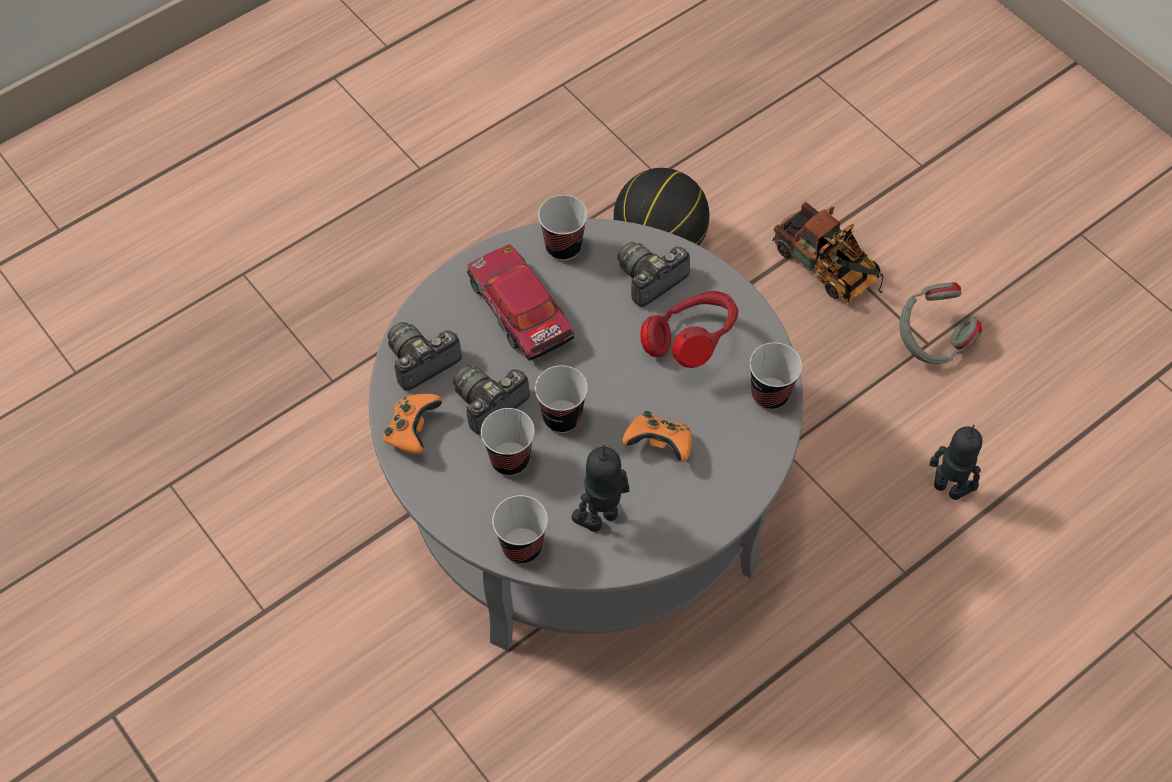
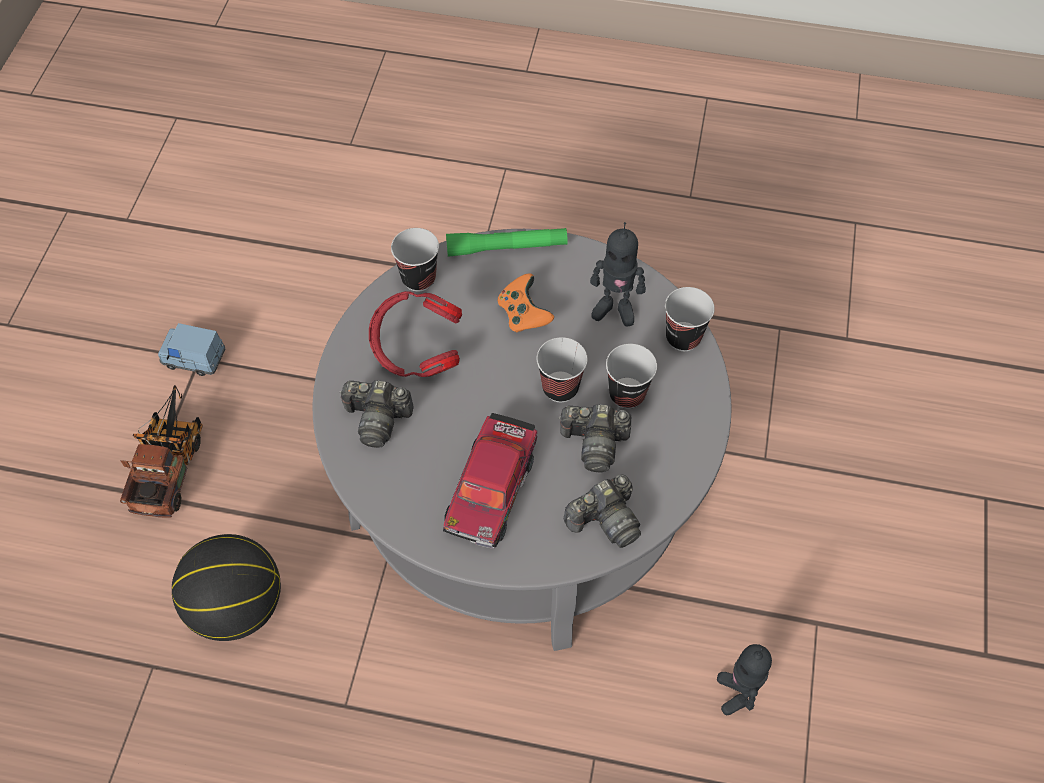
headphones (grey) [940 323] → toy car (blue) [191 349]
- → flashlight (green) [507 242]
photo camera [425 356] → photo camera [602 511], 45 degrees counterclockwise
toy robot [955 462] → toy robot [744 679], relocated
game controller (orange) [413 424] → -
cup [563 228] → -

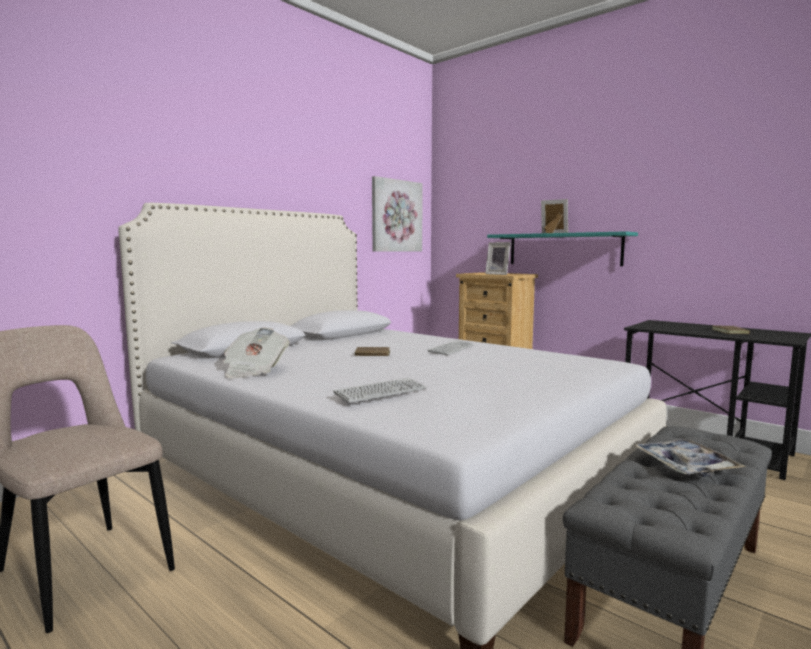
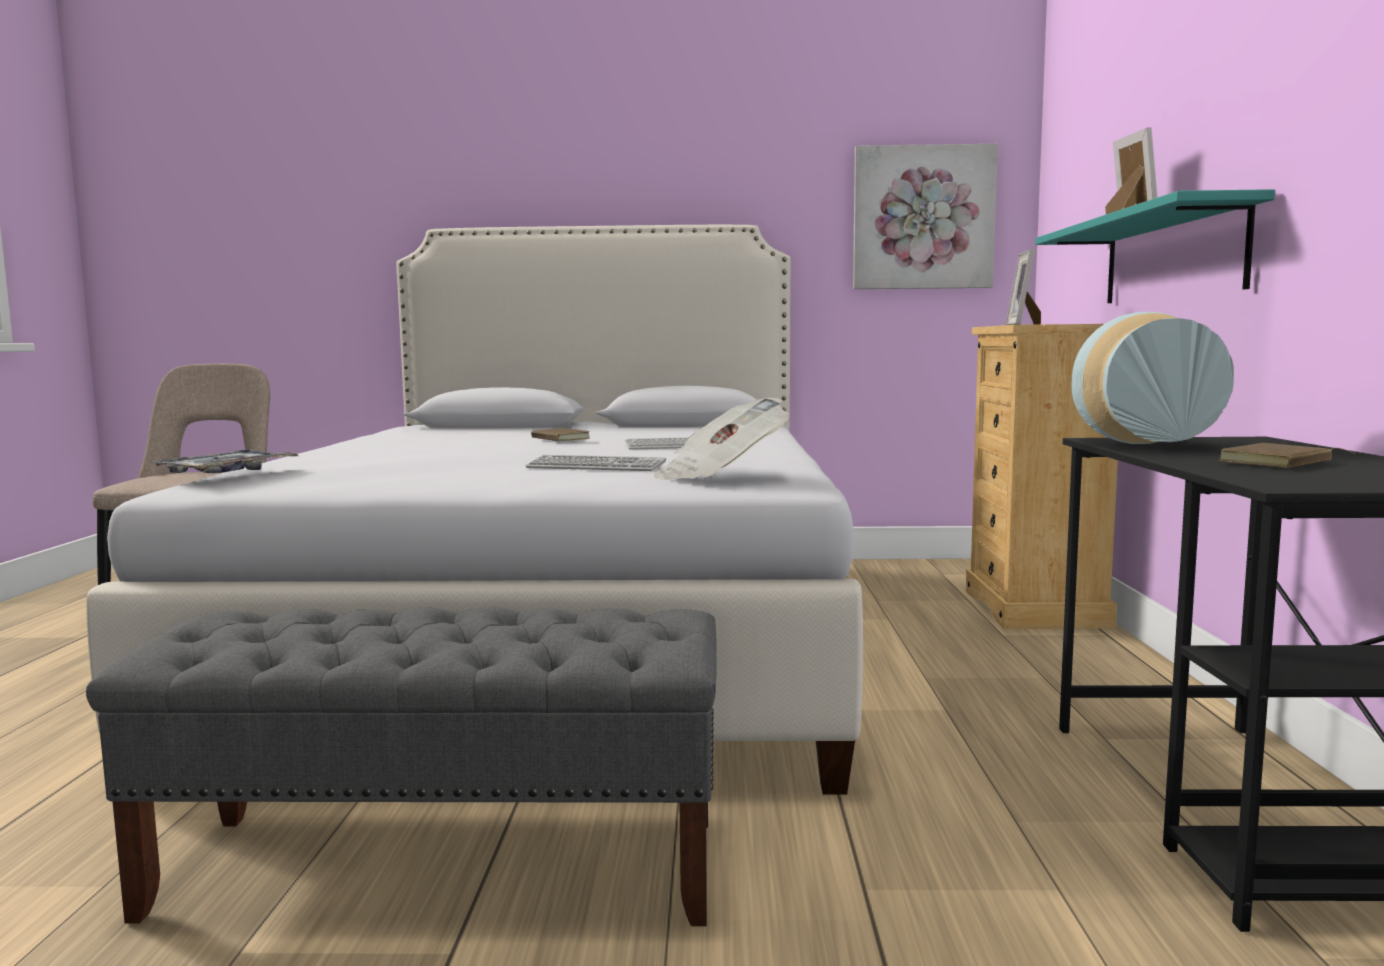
tray [690 458] → tray [225 461], relocated
keyboard [379 390] → keyboard [596 463], relocated
newspaper [256 353] → newspaper [721 438], relocated
- → vase [1152 378]

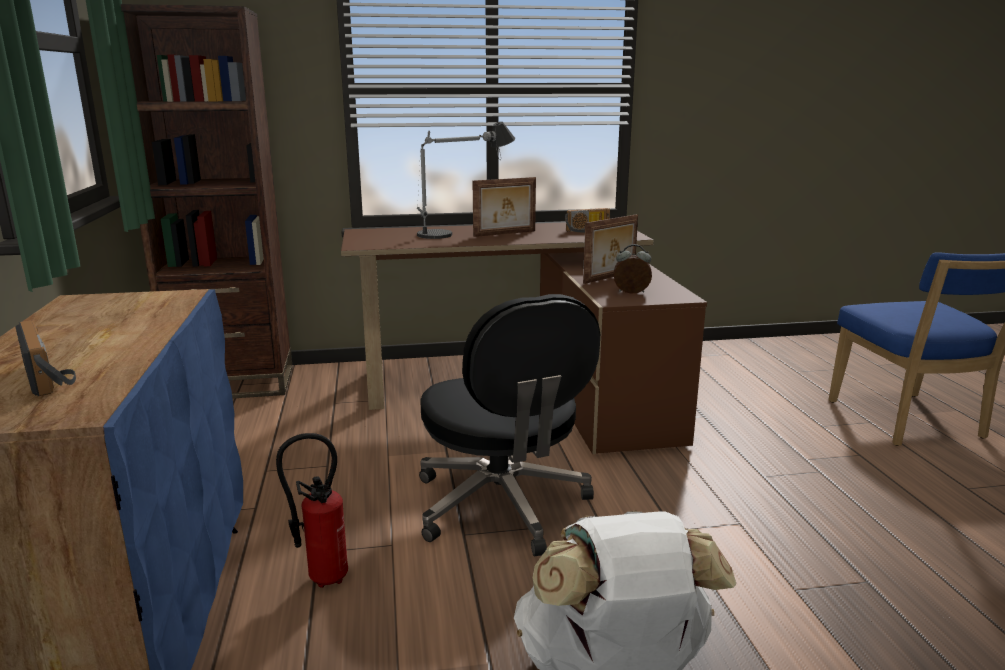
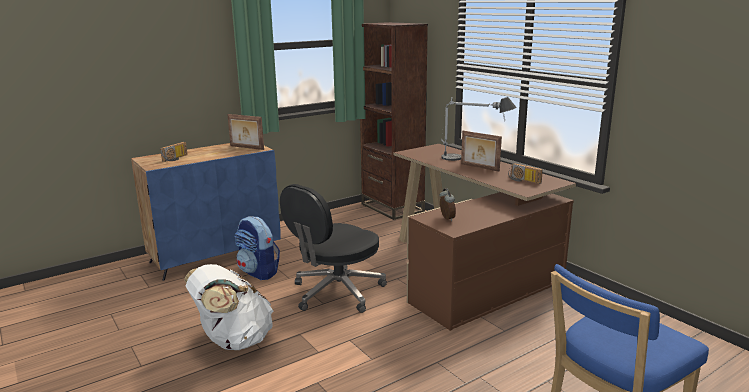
picture frame [610 249] → picture frame [245 132], relocated
fire extinguisher [312 510] → backpack [257 248]

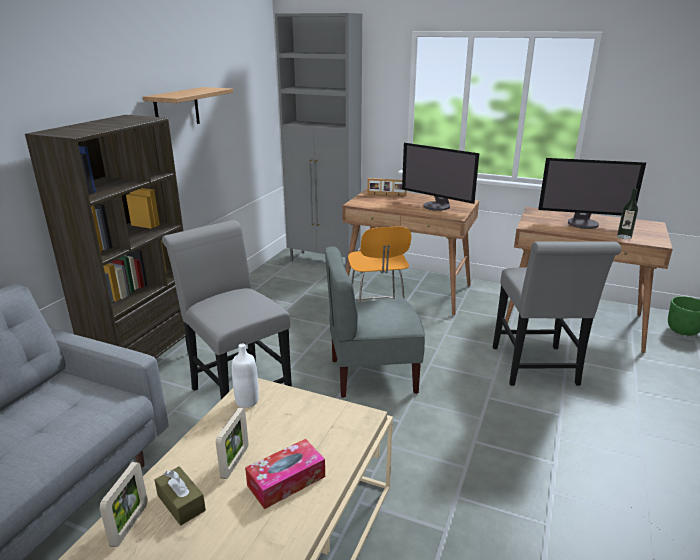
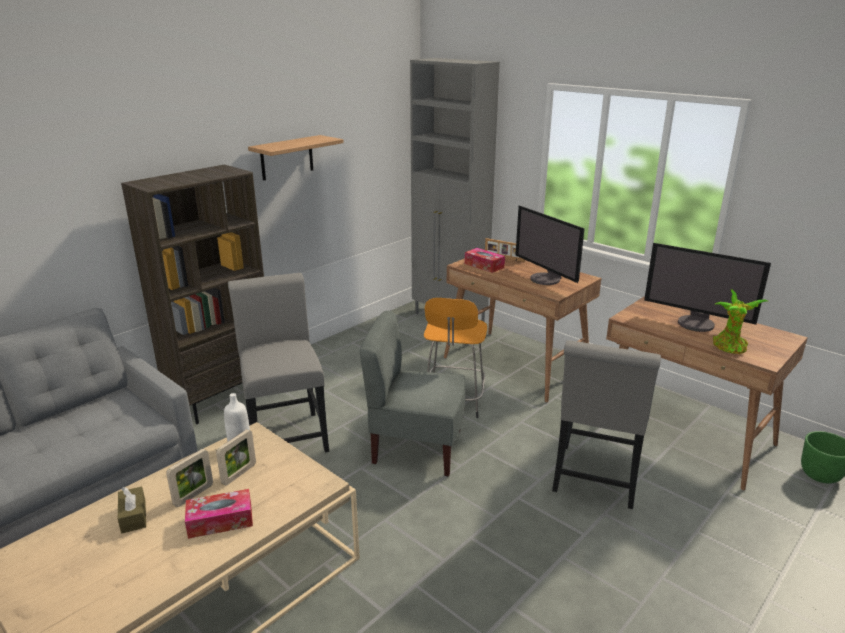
picture frame [123 504] → picture frame [236 457], relocated
- → tissue box [485 260]
bottle [627 213] → potted plant [740 321]

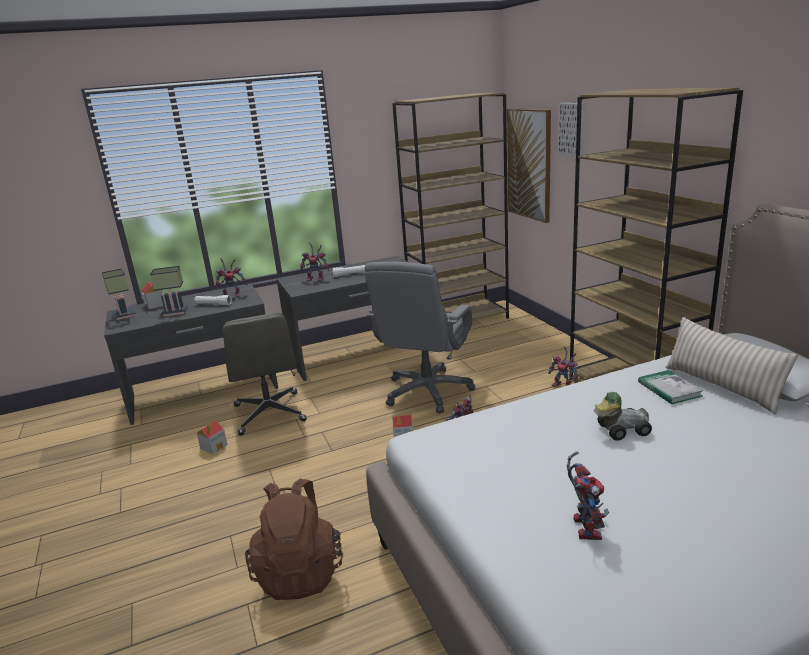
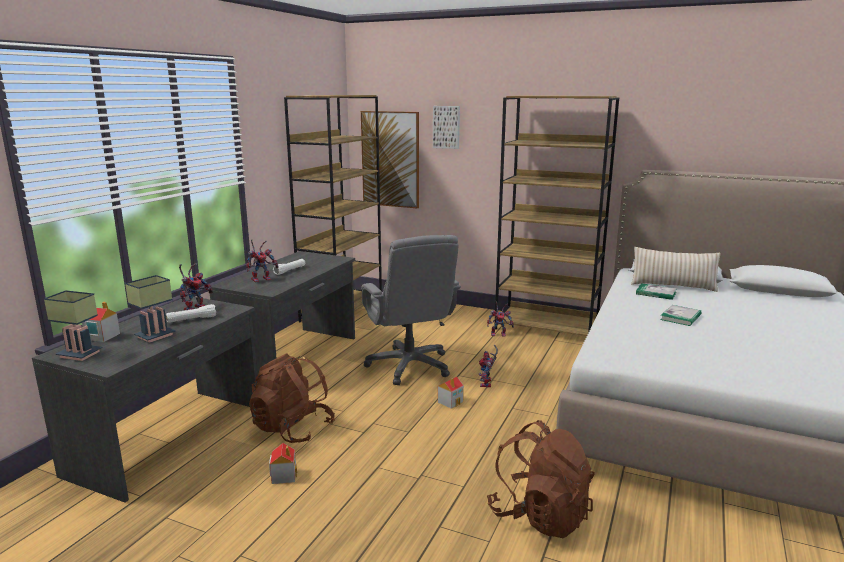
office chair (grey) [265 374] → backpack (brown) [292 398]
toy car [622 416] → book [681 315]
toy robot [588 496] → -

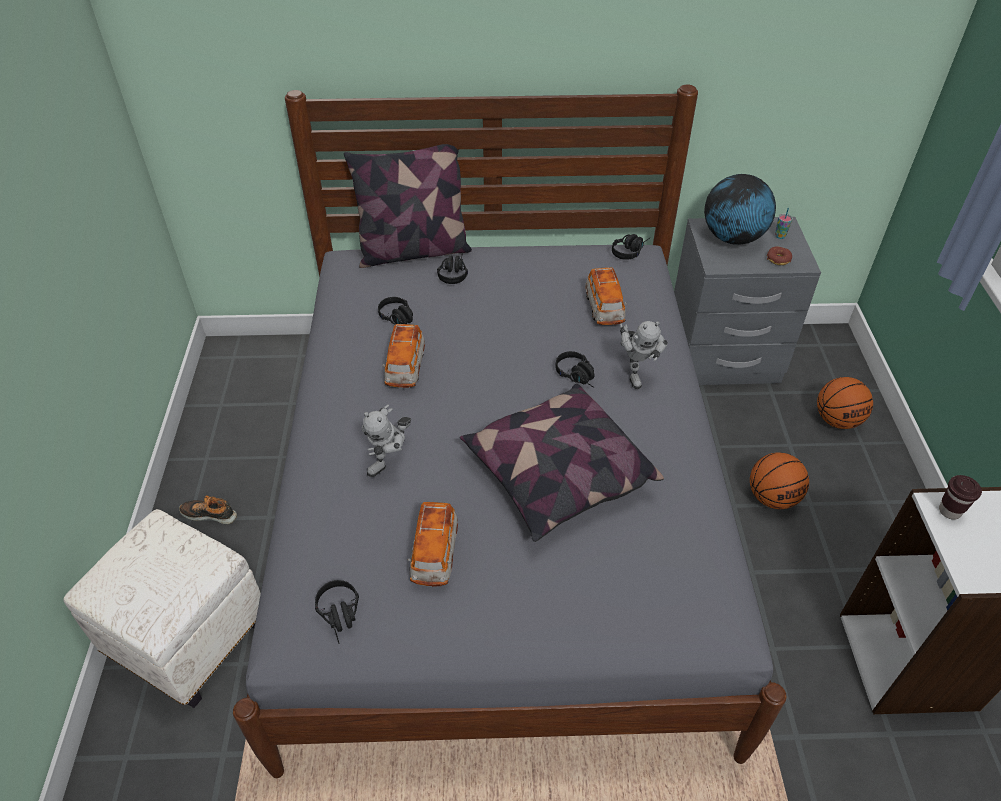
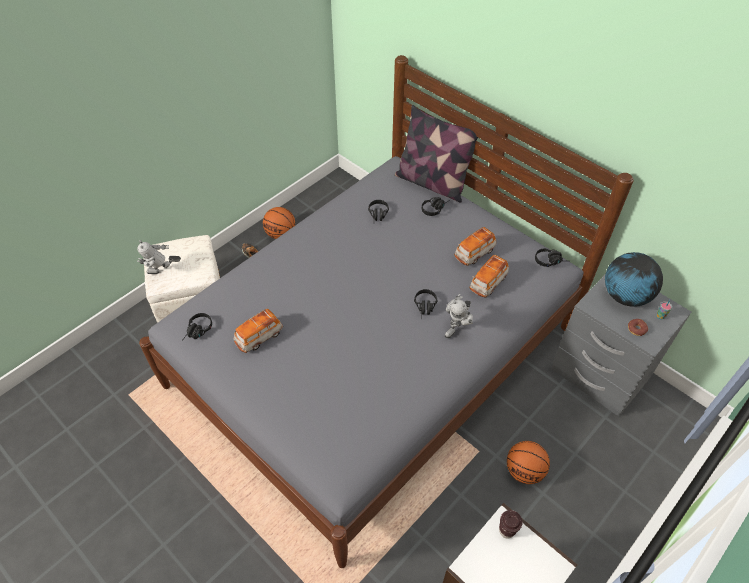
toy robot [386 441] → toy robot [159 257], relocated
basketball [845 403] → basketball [279 223], relocated
toy car [403 356] → toy car [475 246], relocated
pillow [562 463] → -

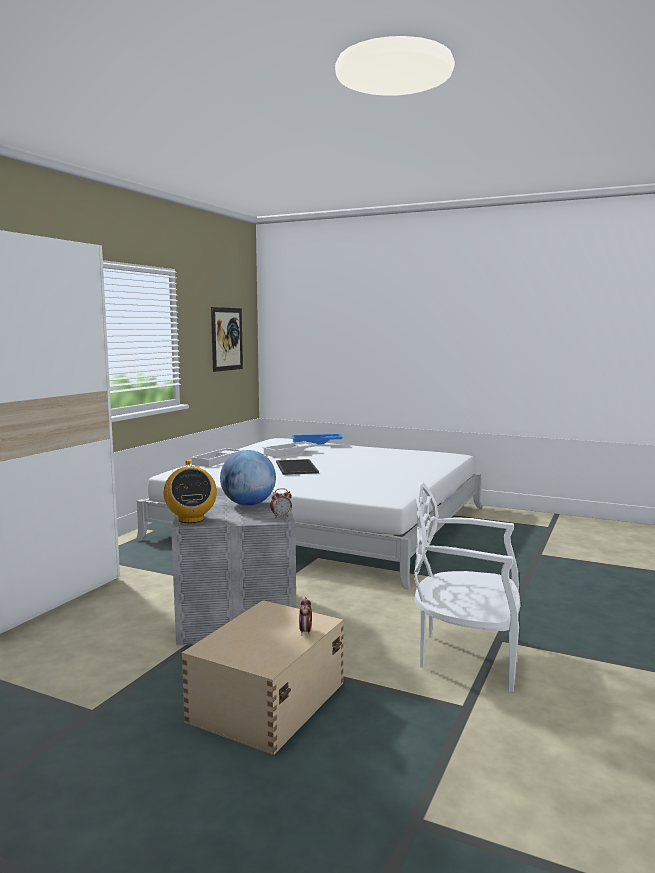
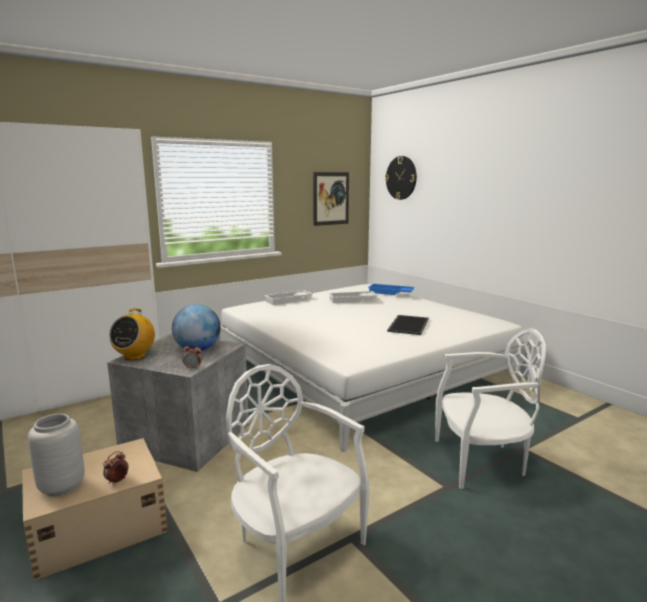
- → vase (grey) [56 455]
- → wall clock [401 178]
tray [297 467] → tray [408 325], relocated
- → chair (white) [490 408]

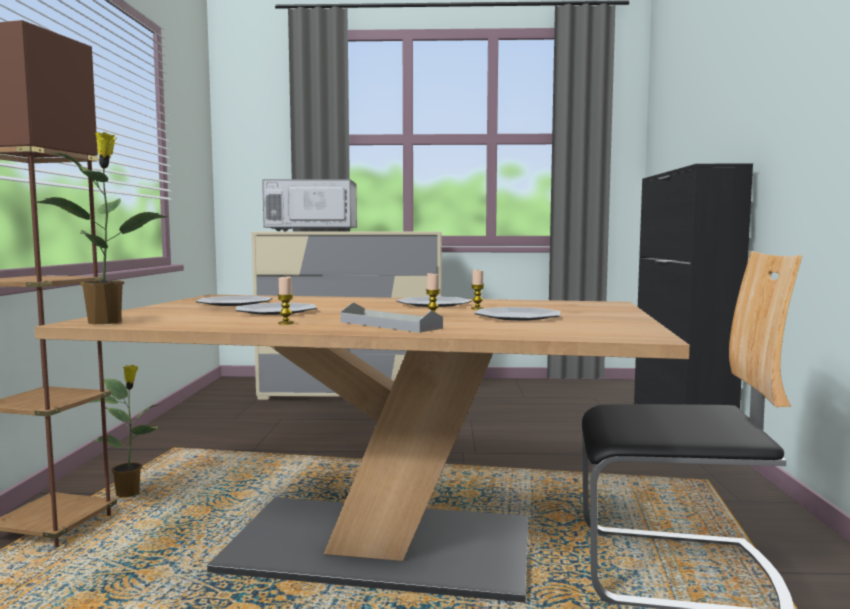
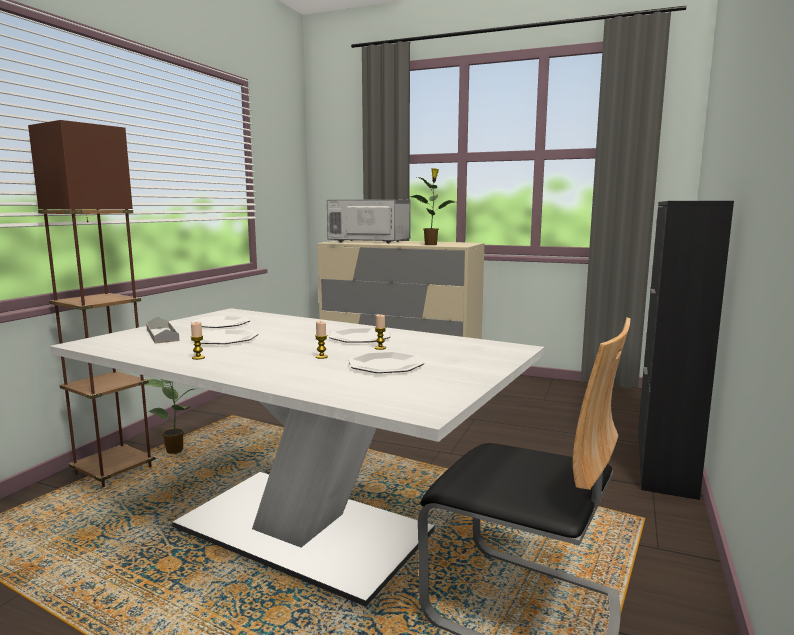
dining table (brown) [362 449] → dining table (white) [297 457]
tray (grey) [392 318] → tray (grey) [163 330], relocated
potted plant [102 228] → potted plant [432 206], relocated

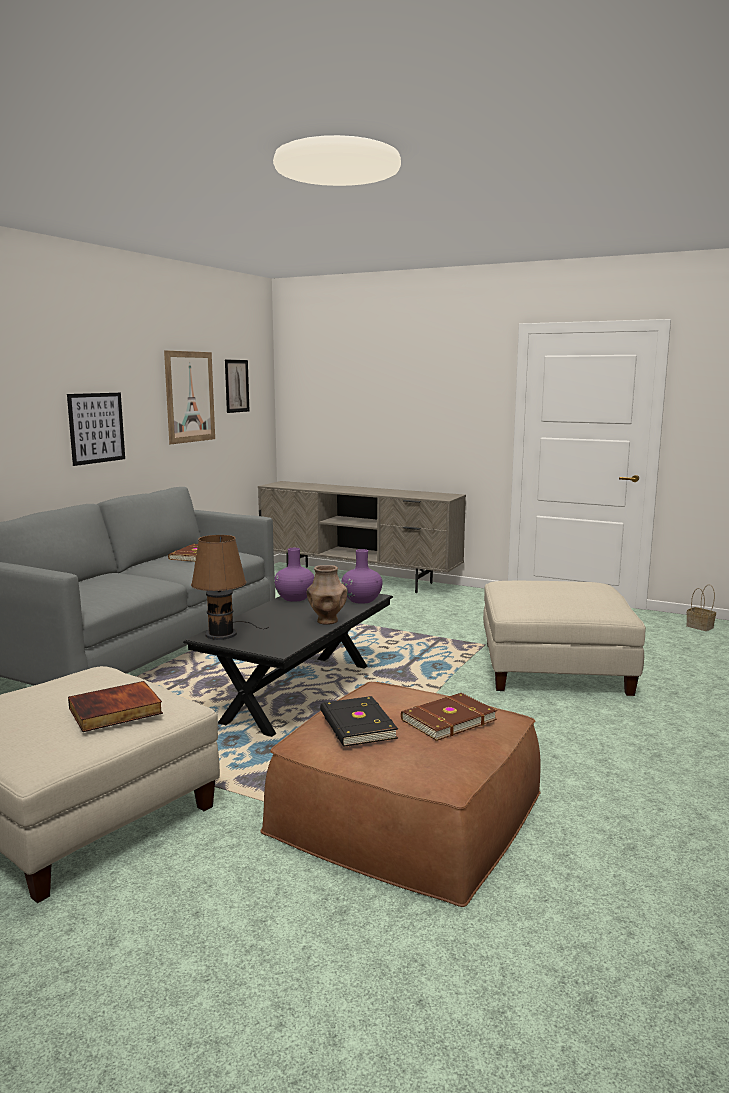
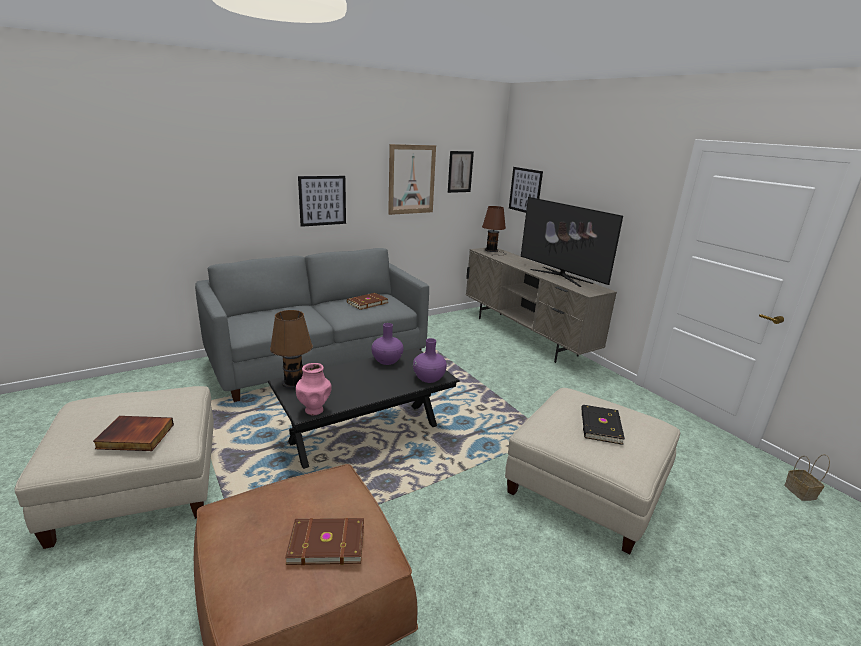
- → vase (pink) [314 389]
- → table lamp (brown) [494 231]
- → picture [526 190]
- → television [572 242]
book (black) [359 721] → book (black) [603 425], relocated
vase (brown) [327 595] → -

